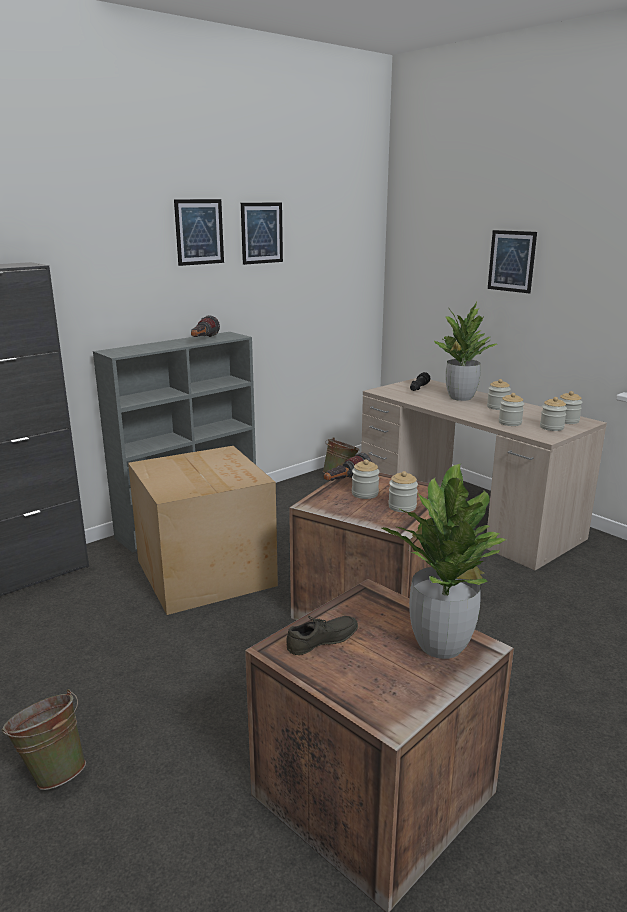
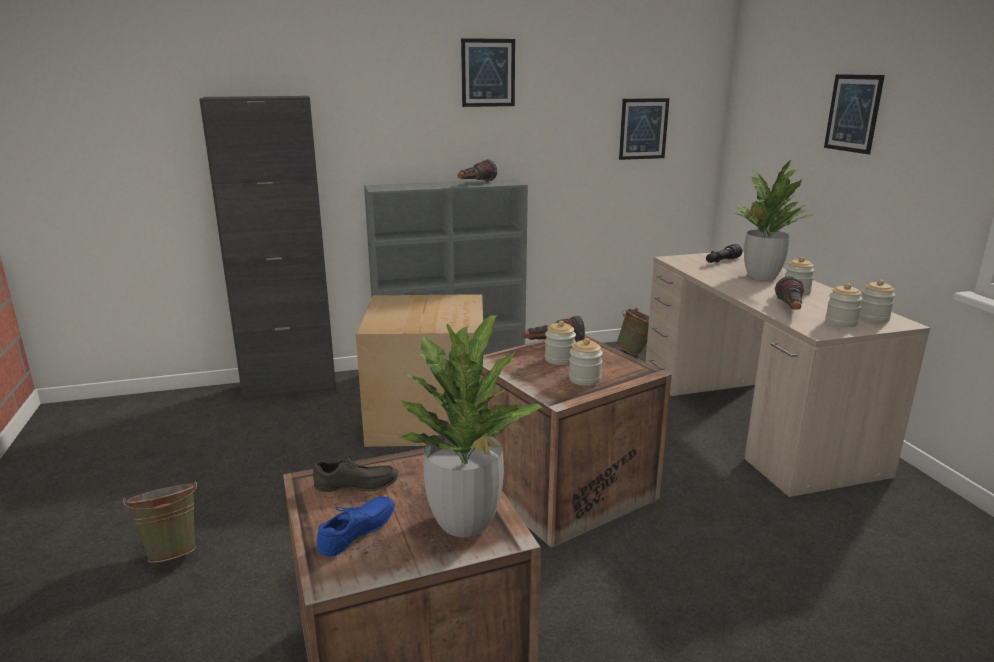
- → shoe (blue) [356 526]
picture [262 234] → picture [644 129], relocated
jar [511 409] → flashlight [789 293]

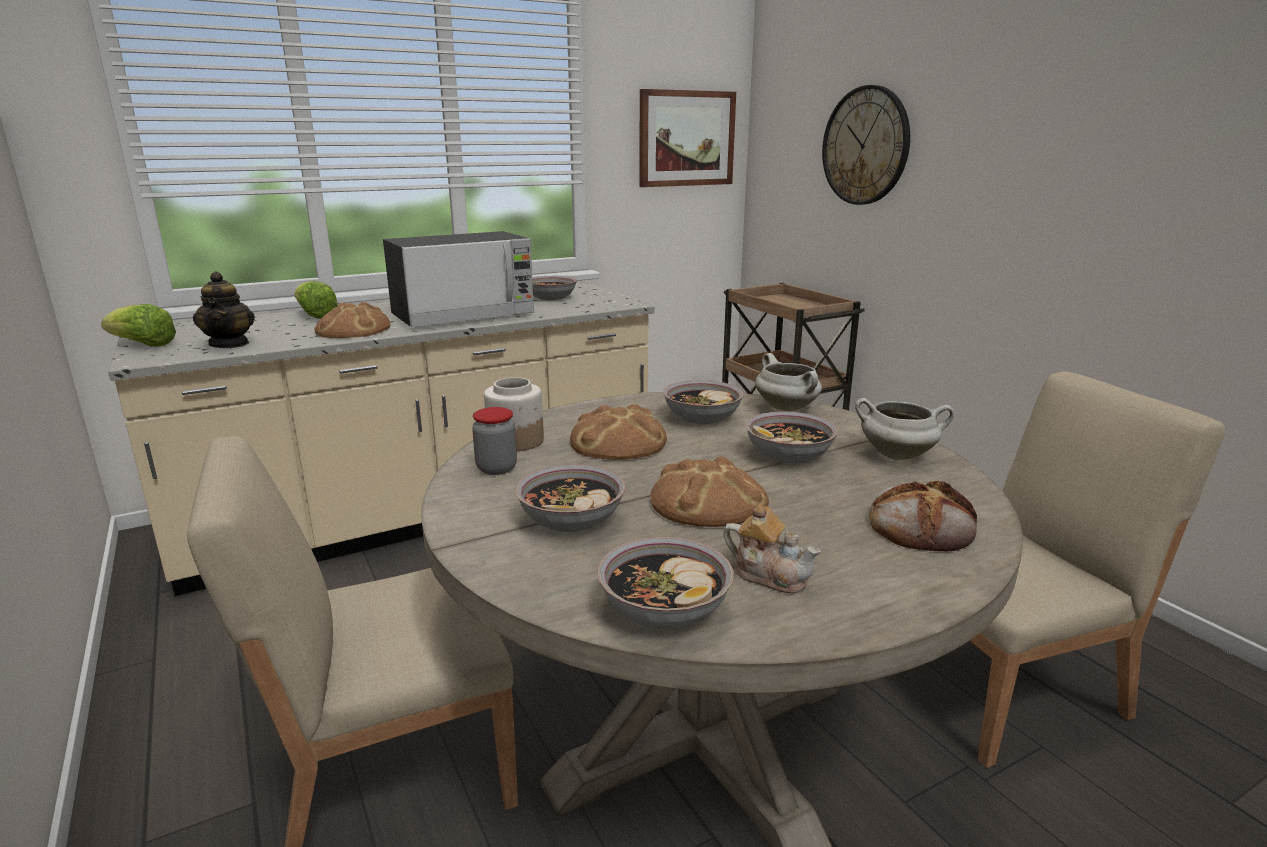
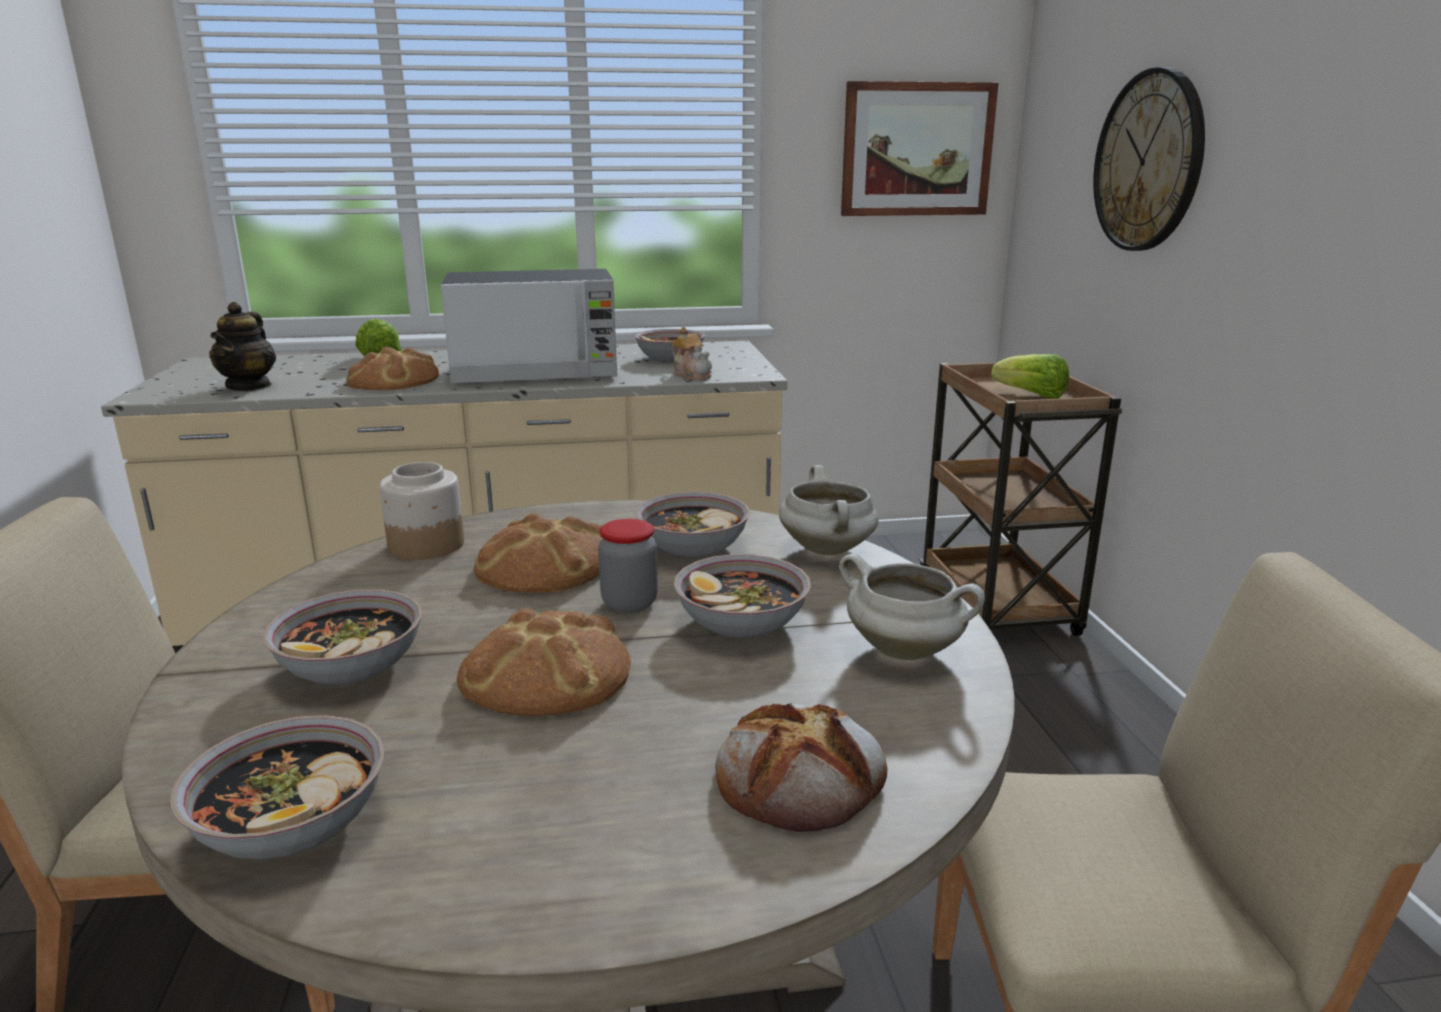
jar [494 441] → jar [628 566], relocated
teapot [772 548] → teapot [692 354], relocated
lettuce [138 325] → lettuce [1030 376], relocated

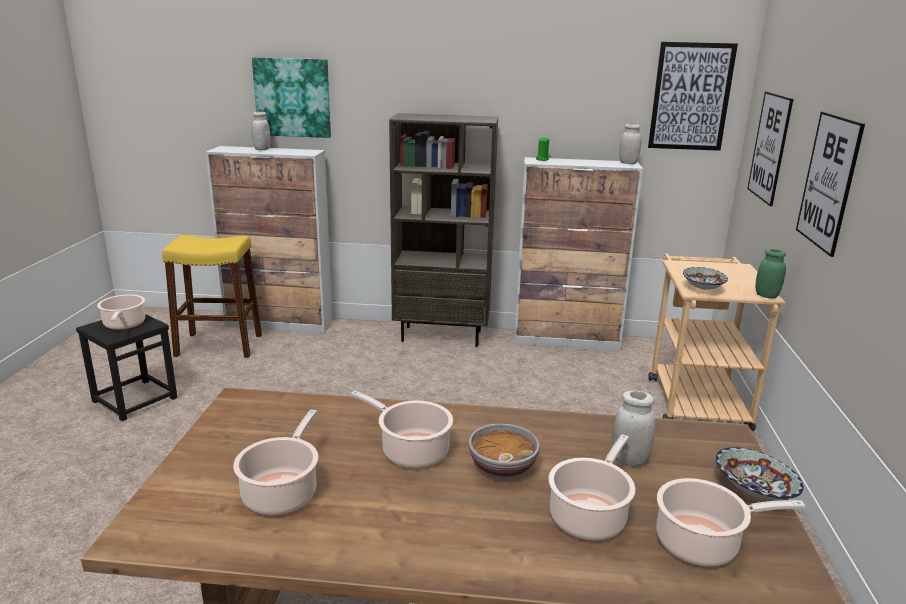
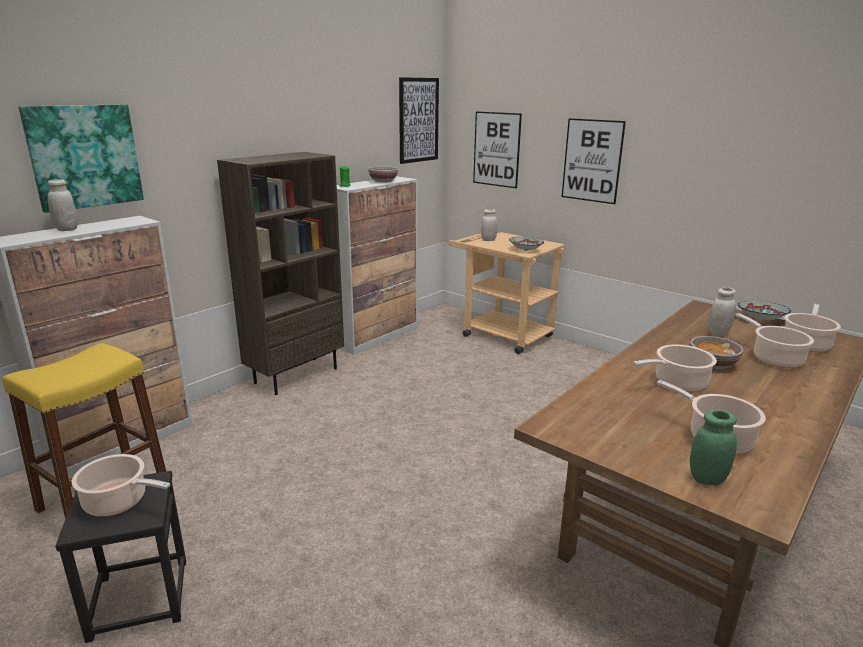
- → bowl [383 174]
jar (white) [630 144] → jar (white) [489 225], relocated
jar (green) [770 274] → jar (green) [713 447], relocated

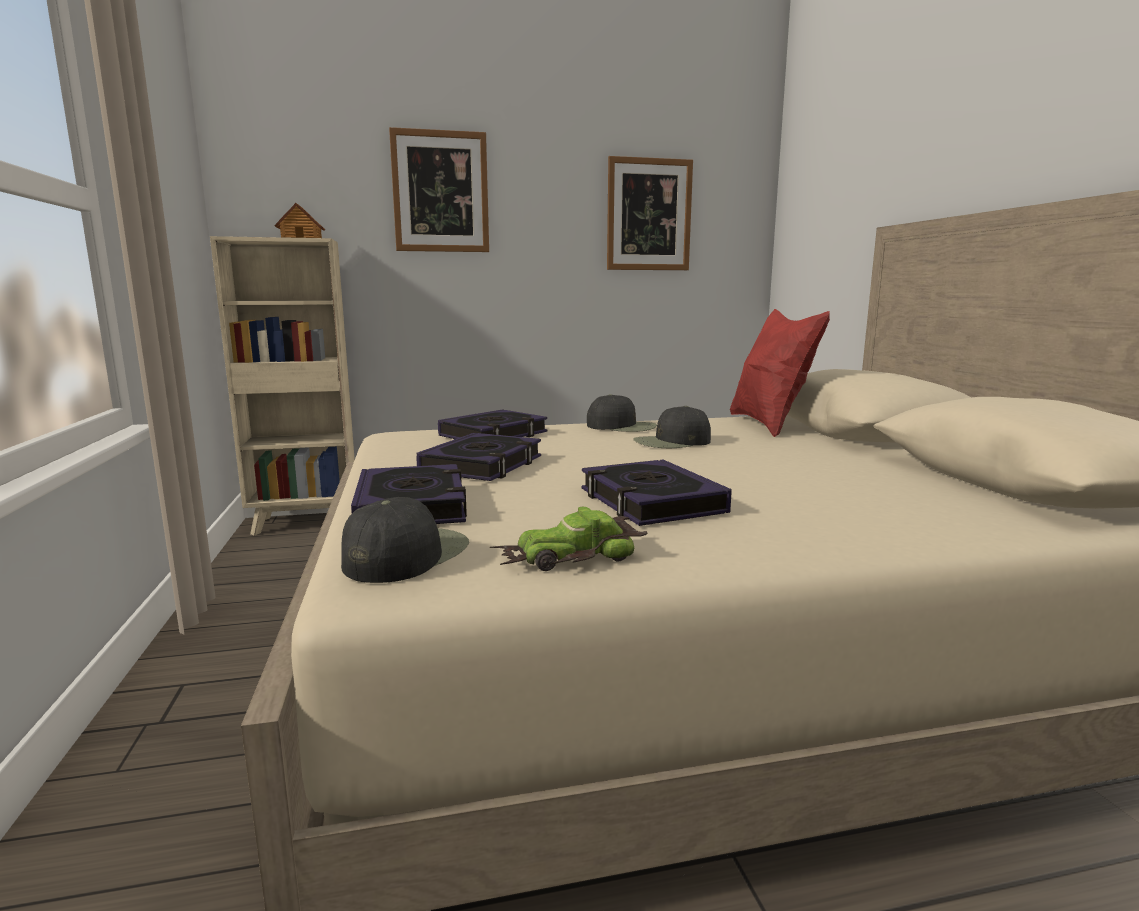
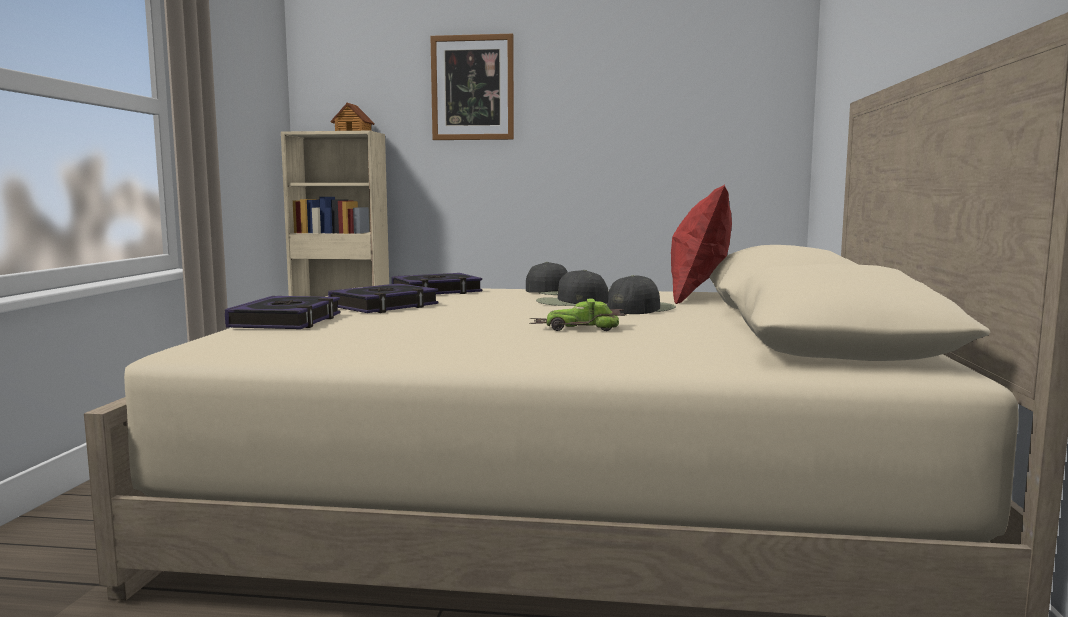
toy car [569 539] → toy car [578 315], relocated
cap (black) [405 540] → cap (black) [641 294], relocated
book [657 493] → -
picture [650 213] → -

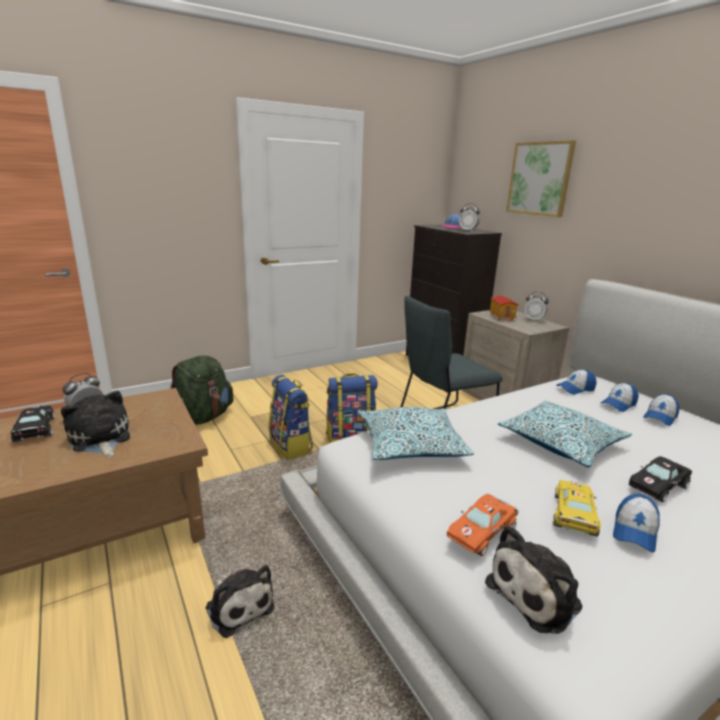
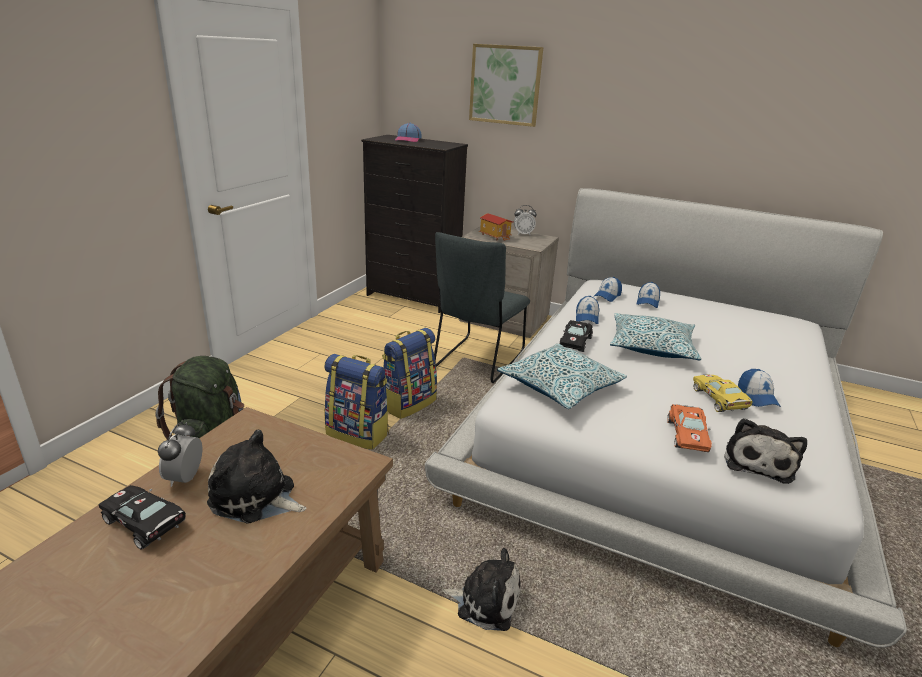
toy car (black) [660 479] → toy car (black) [576 336], relocated
cap [661 410] → cap [587 310], relocated
alarm clock [469 217] → -

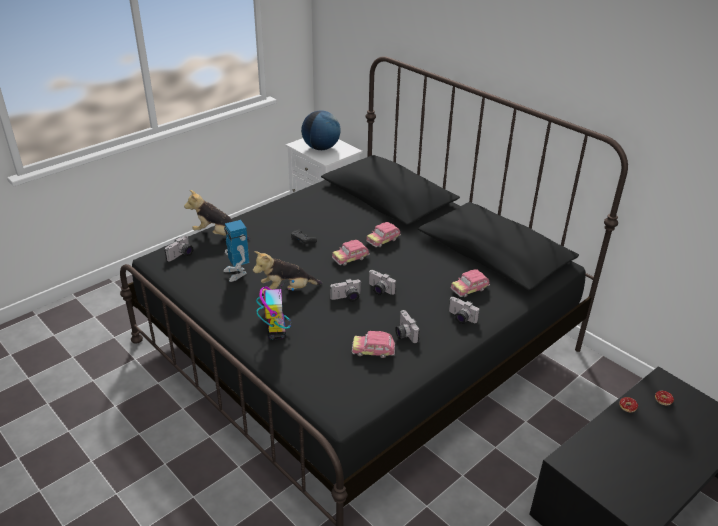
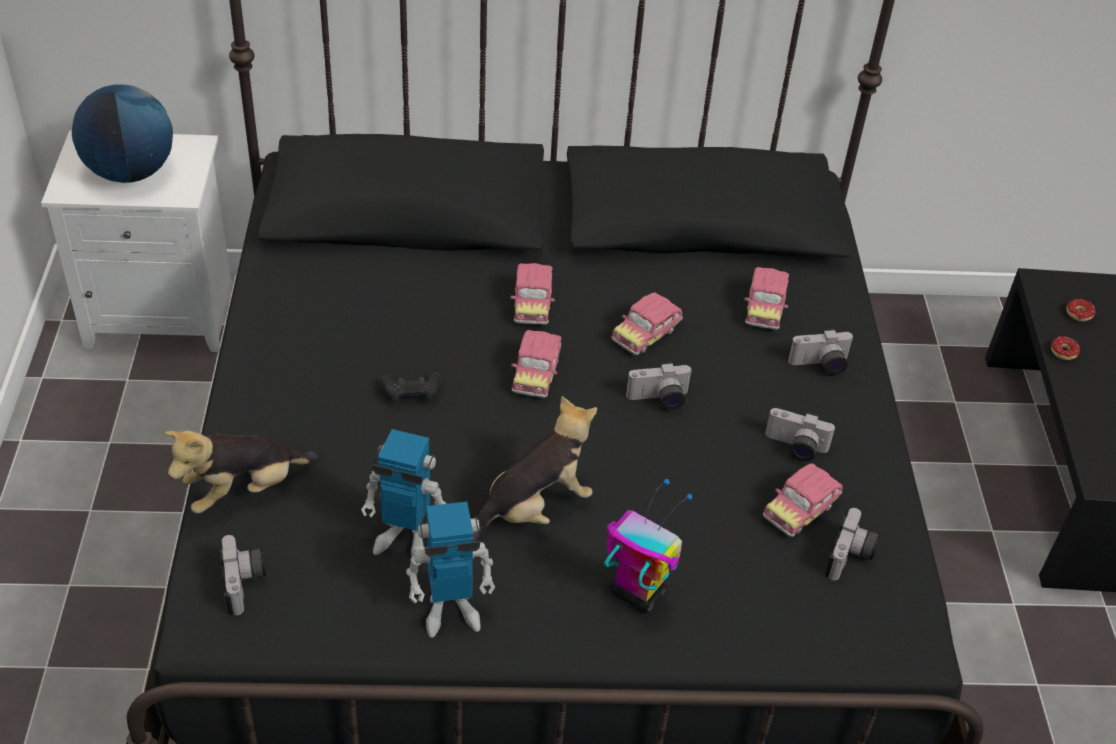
- → toy robot [450 570]
plush toy [287 272] → plush toy [535 469], 150 degrees counterclockwise
- → toy car [647 323]
photo camera [345 290] → photo camera [852 544], relocated

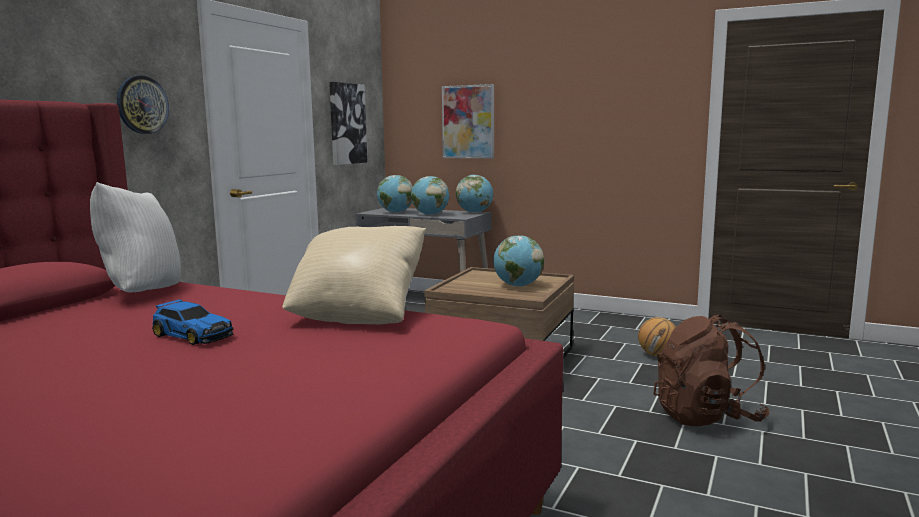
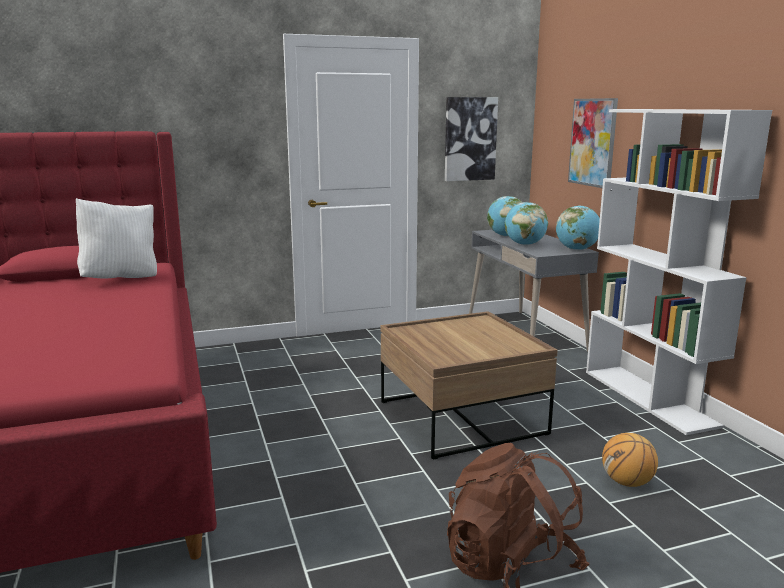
- → bookcase (white) [679 272]
wall clock [143 104] → -
toy car [192 322] → -
pillow (beige) [354 275] → -
globe [518 261] → -

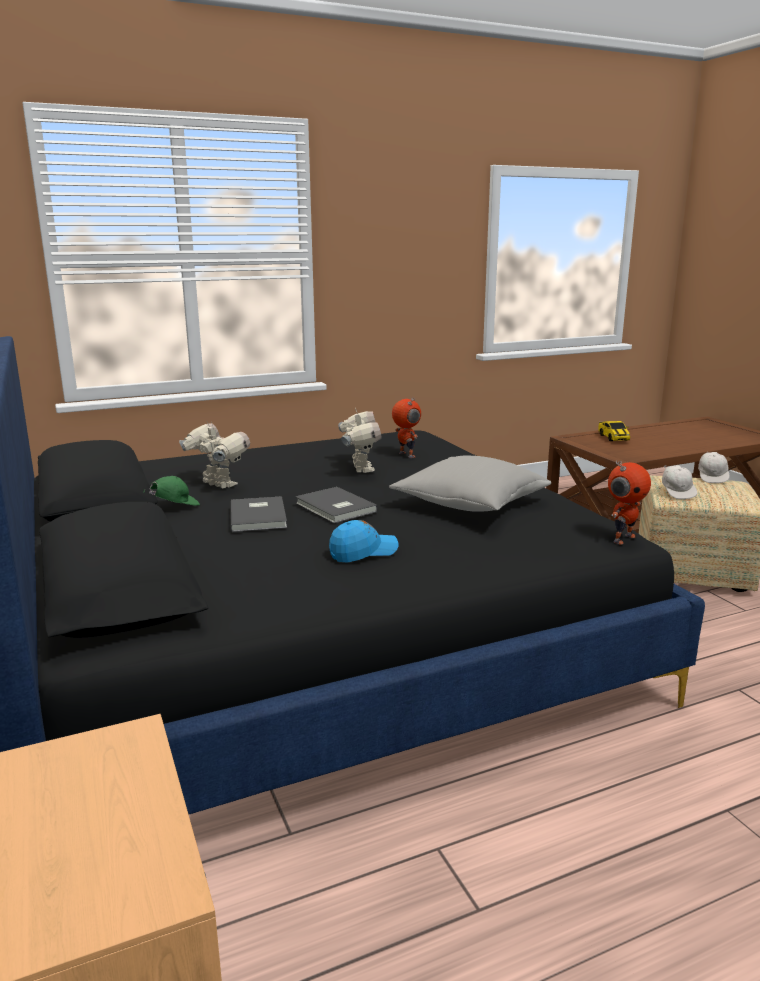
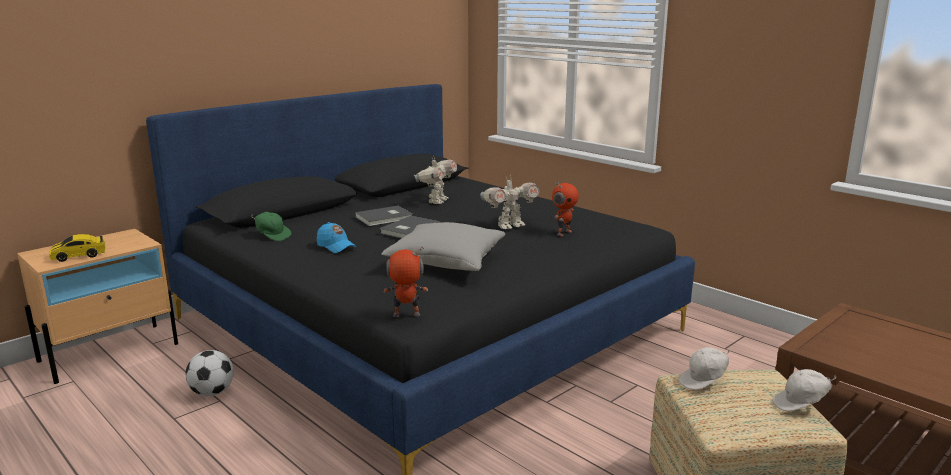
toy car [614 431] → toy car [77 248], relocated
- → football [209 373]
cap (green) [171 491] → cap (green) [271 226], relocated
toy robot [629 502] → toy robot [406 281], 150 degrees clockwise

